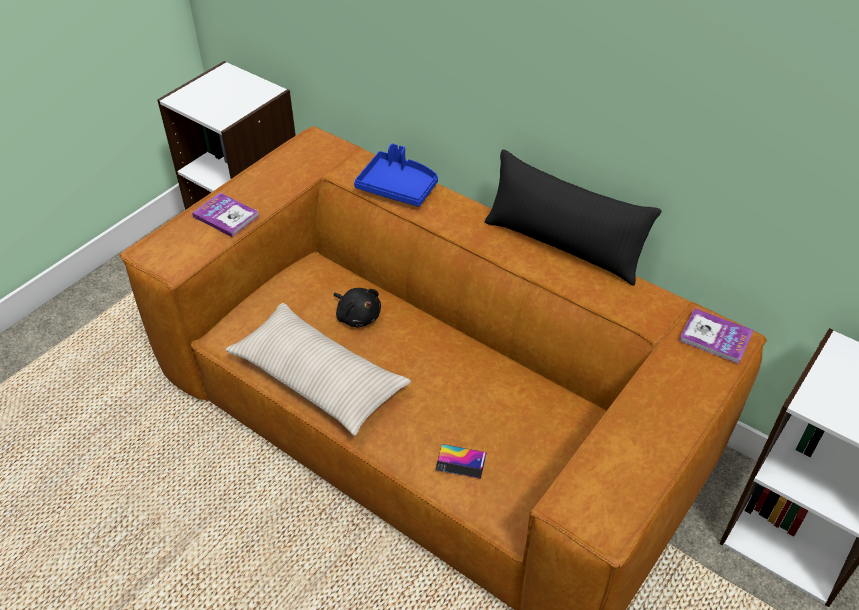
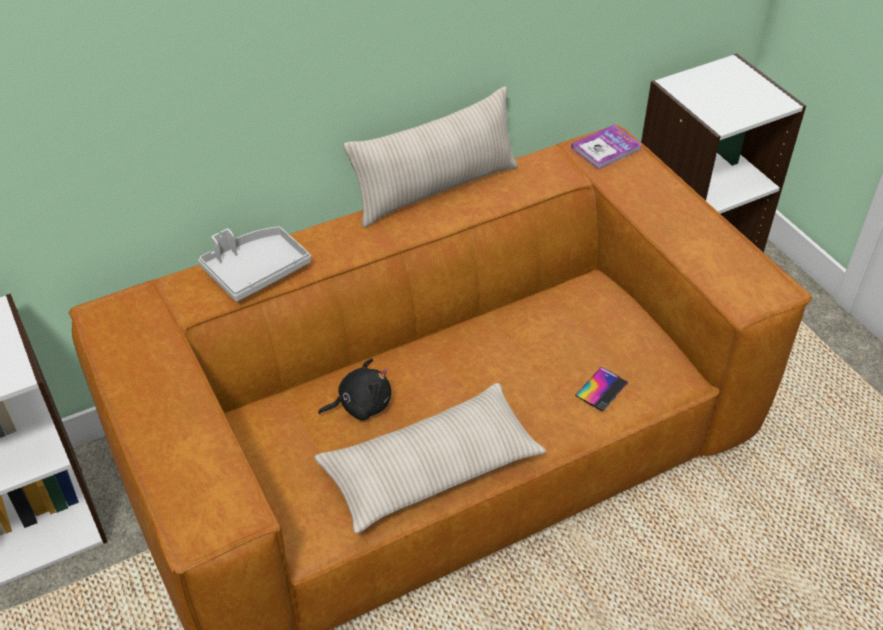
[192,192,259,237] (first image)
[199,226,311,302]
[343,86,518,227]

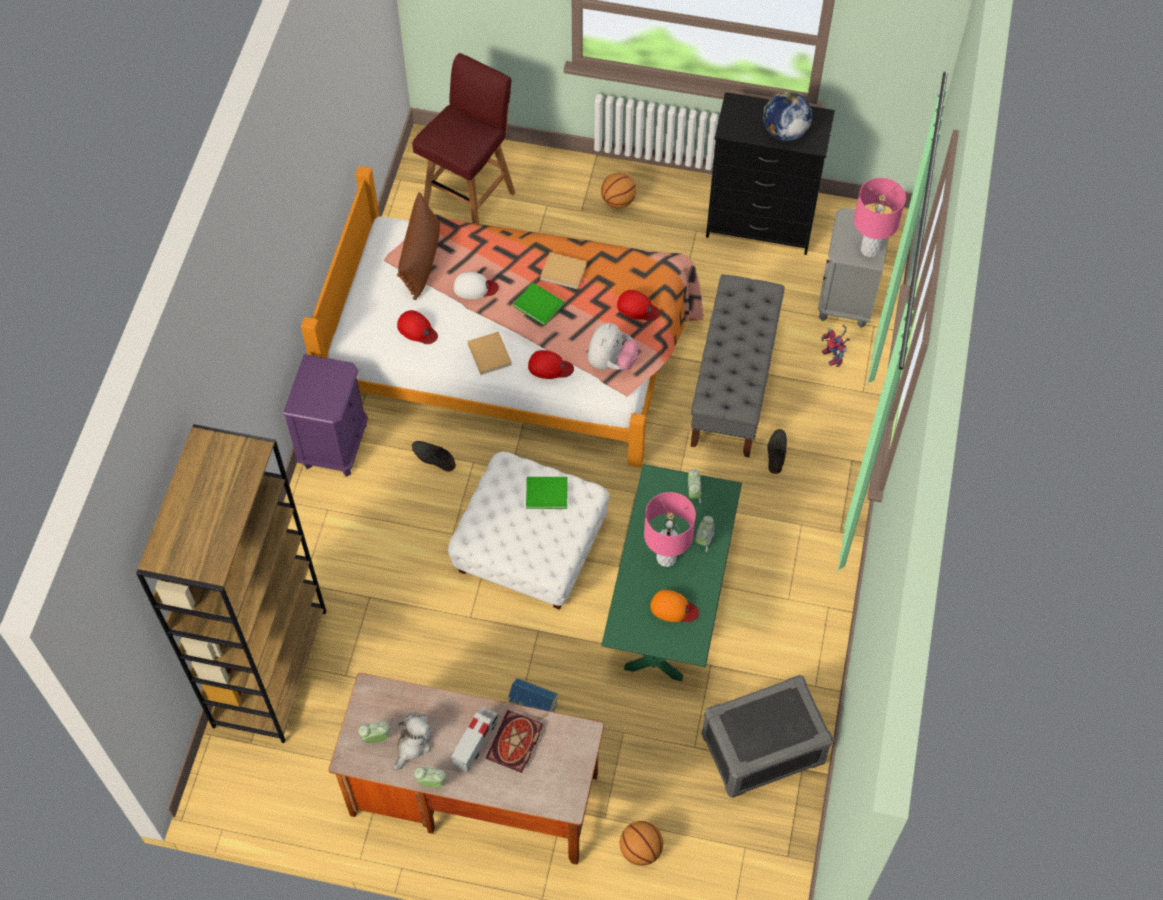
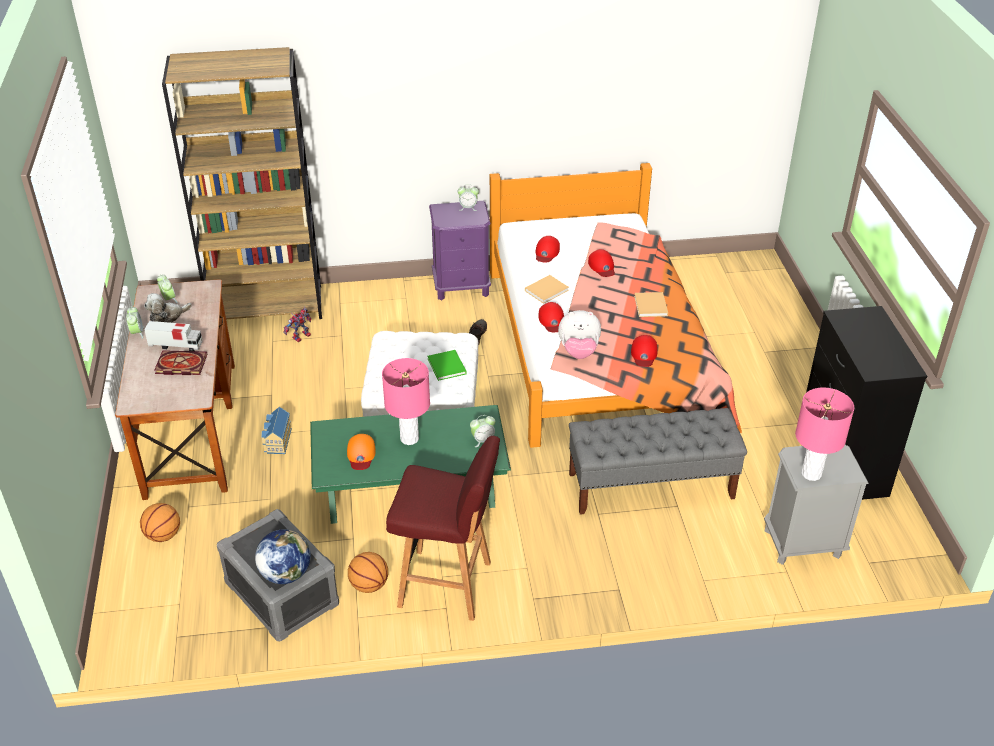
[397,193,440,300] (first image)
[513,283,564,326] (first image)
[767,429,787,474] (first image)
[386,436,500,621]
[348,552,388,593]
[457,184,479,211]
[255,529,311,584]
[283,306,311,342]
[588,249,615,277]
[144,293,192,323]

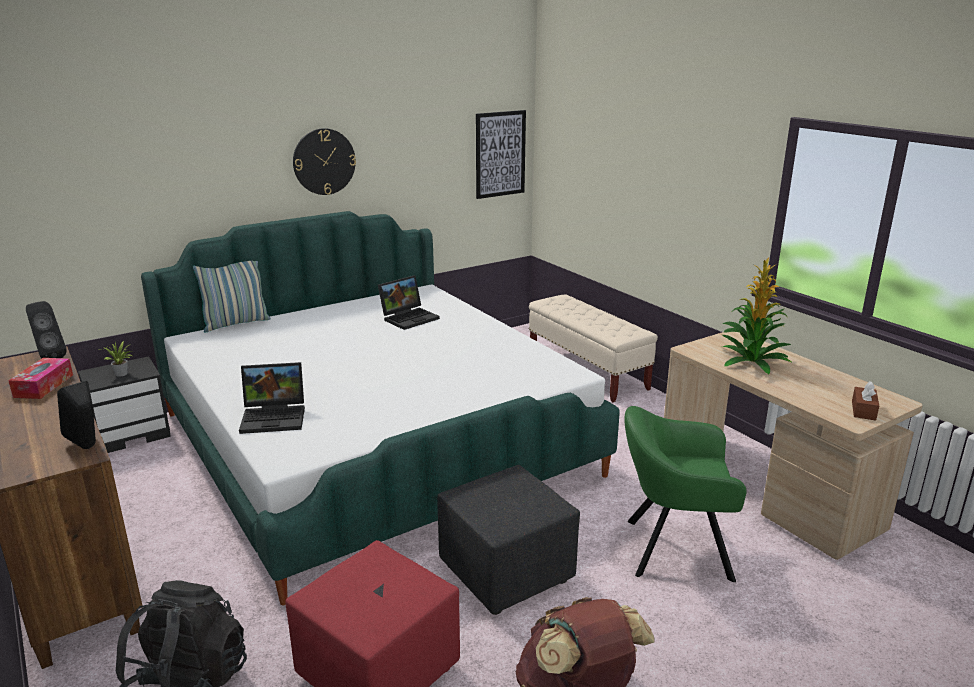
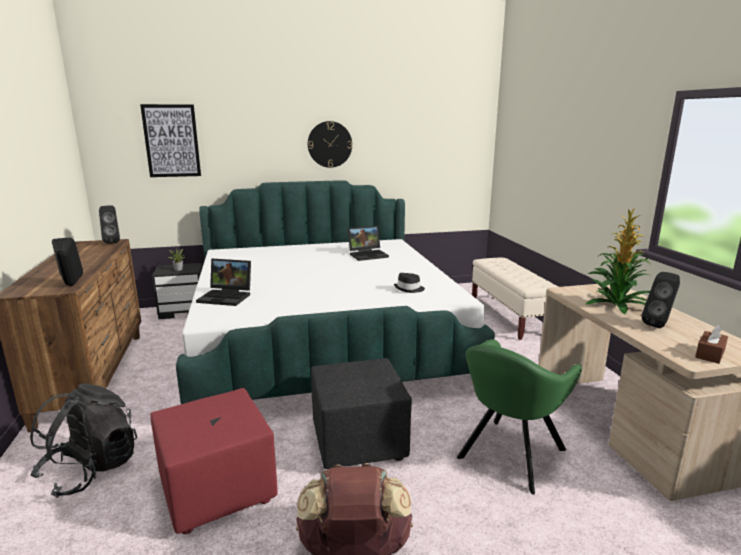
[8,358,73,399] (first image)
[193,261,271,333] (first image)
[394,273,425,293]
[642,272,680,328]
[140,104,201,177]
[457,339,582,494]

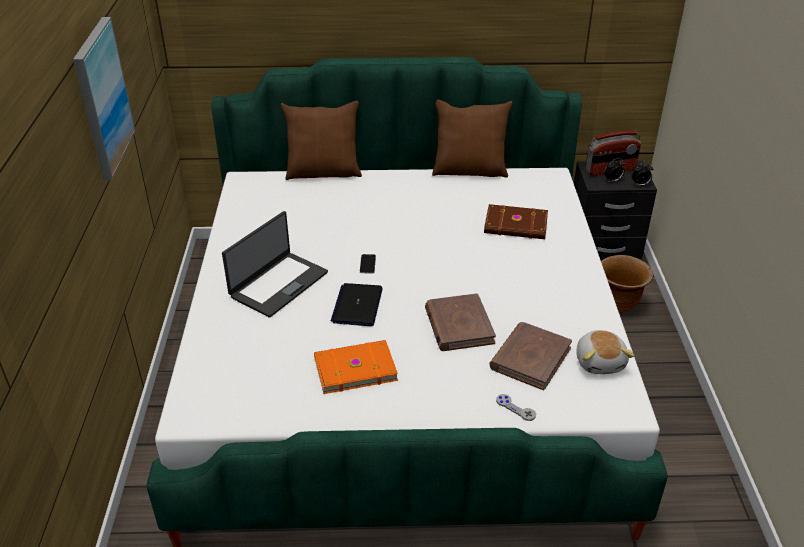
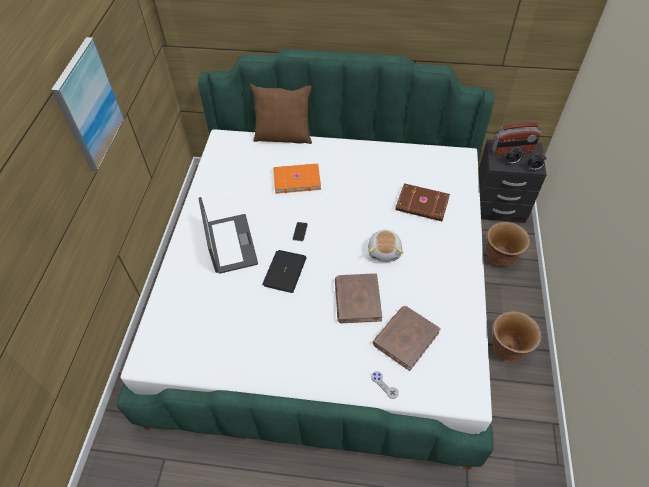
[432,100,513,177] (first image)
[492,311,542,361]
[273,164,321,194]
[368,229,403,262]
[199,197,258,274]

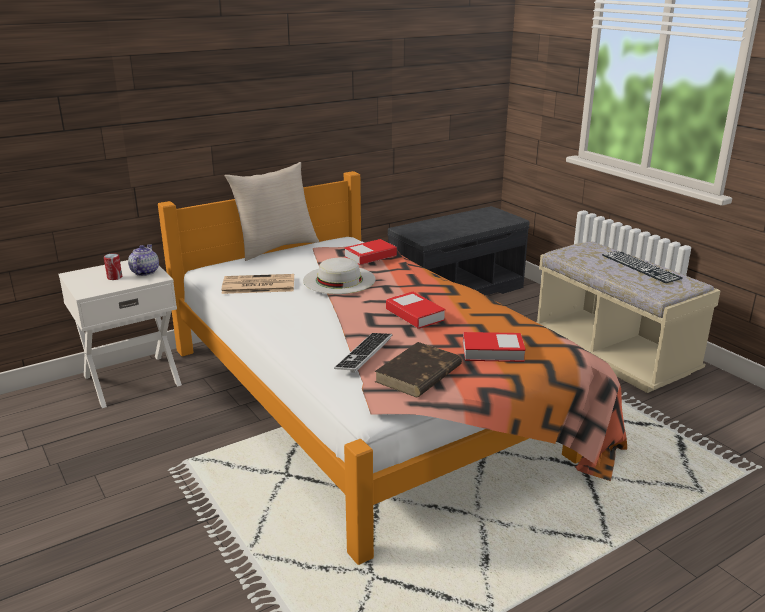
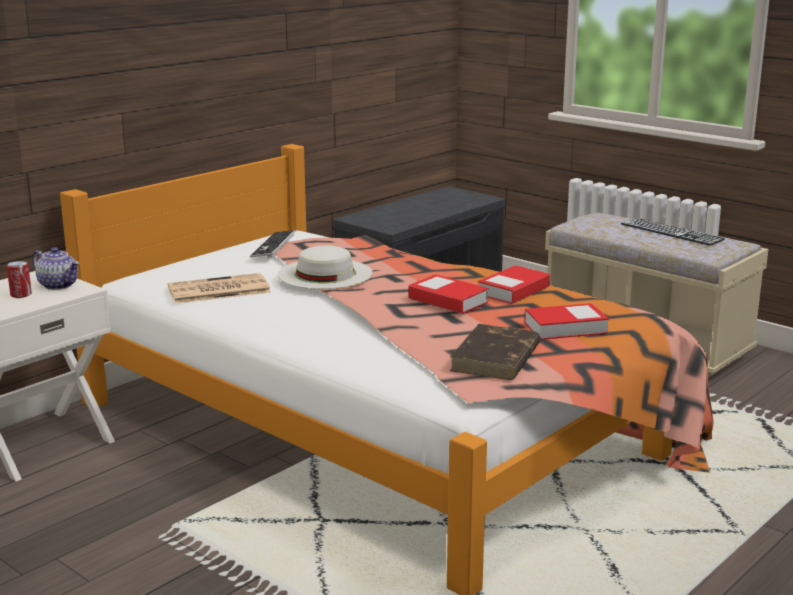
[225,162,319,261] (first image)
[250,230,296,258]
[478,265,550,304]
[32,247,79,290]

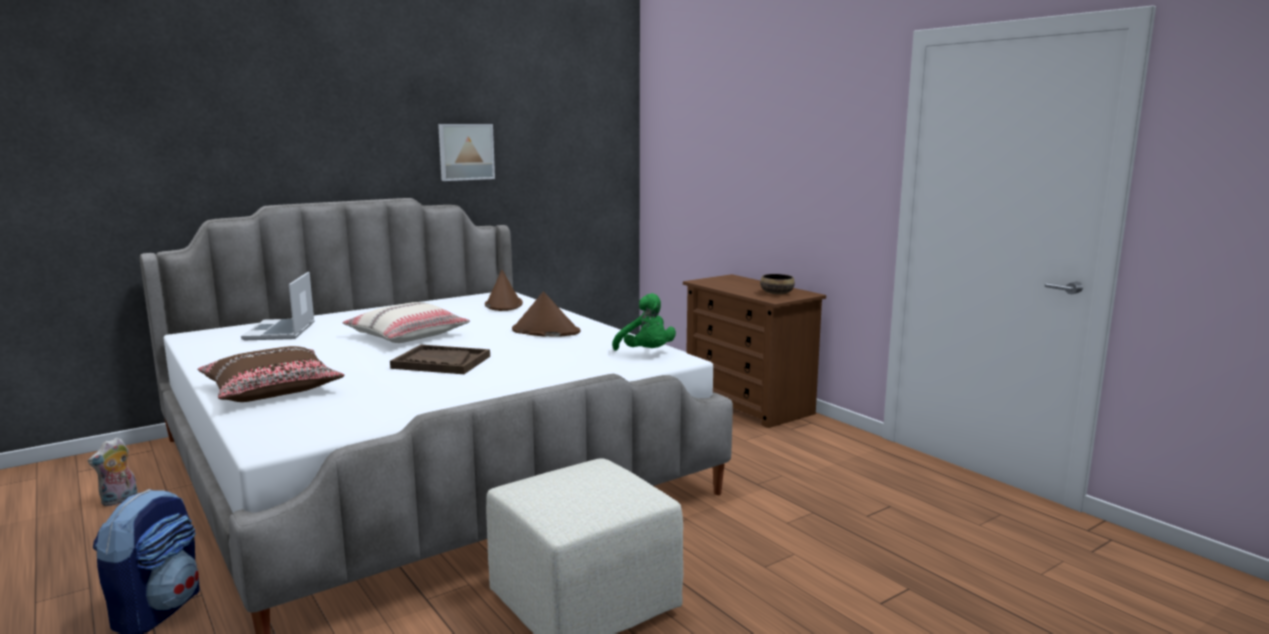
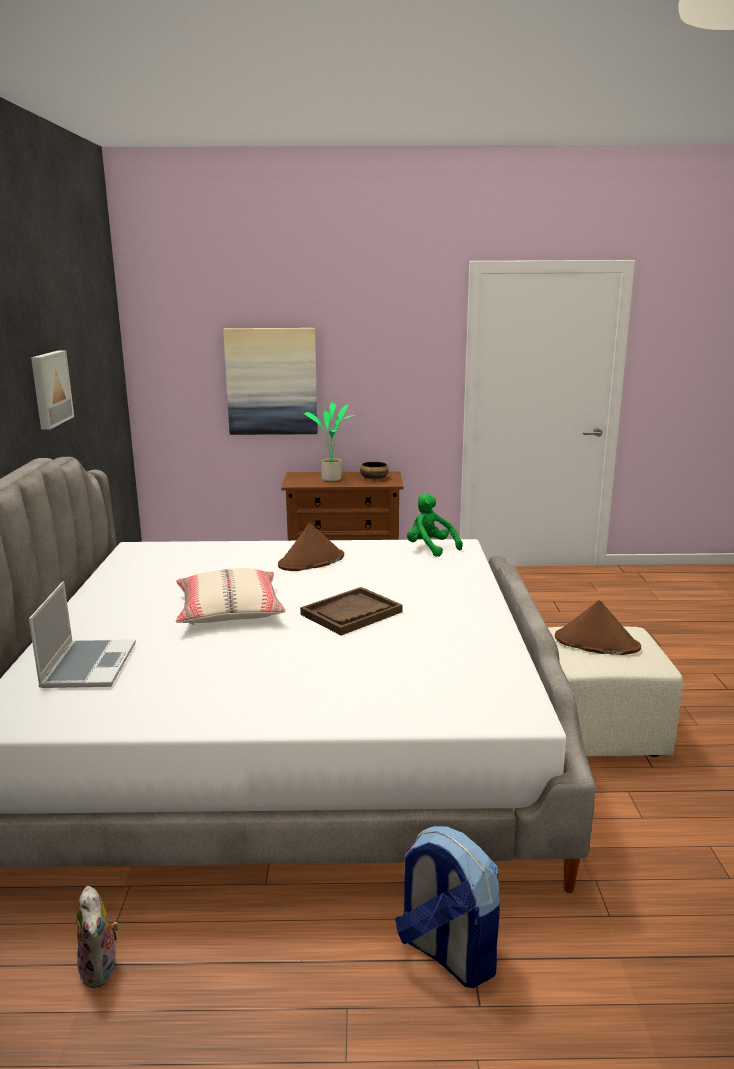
[198,346,345,402] (first image)
[223,328,318,435]
[304,402,356,481]
[555,600,641,655]
[29,581,136,688]
[407,493,463,557]

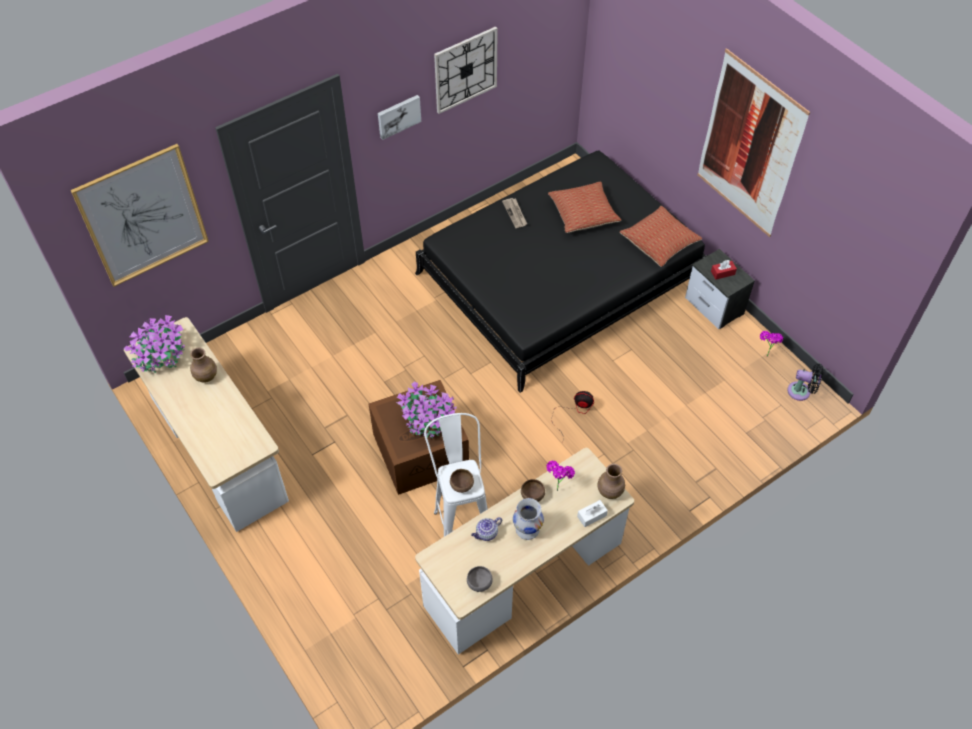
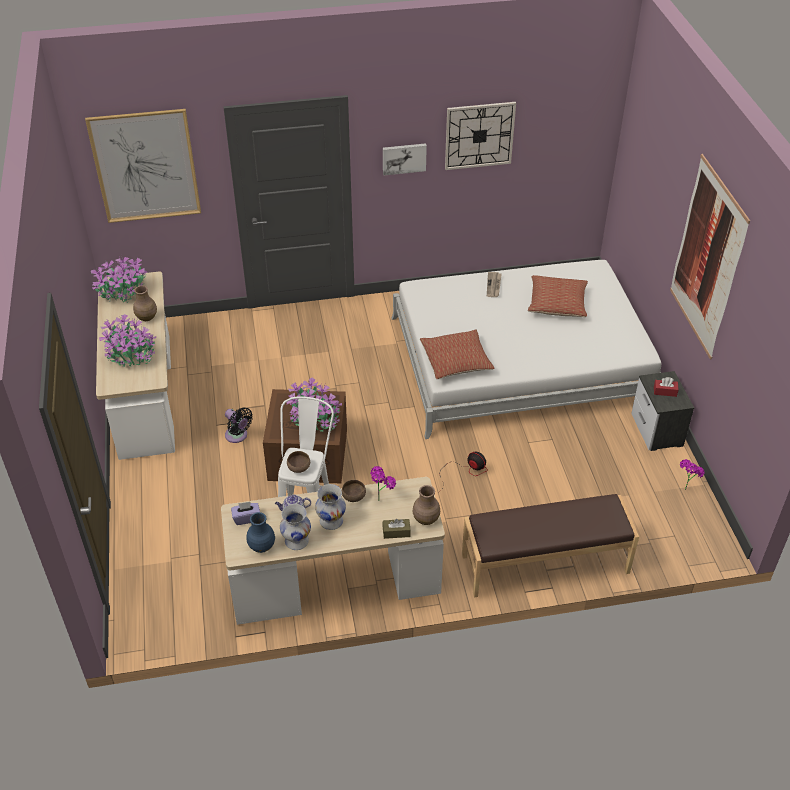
[99,314,156,367]
[231,502,260,525]
[280,504,311,550]
[462,494,639,598]
[420,330,495,379]
[225,407,253,443]
[247,512,275,553]
[391,260,661,439]
[382,519,410,539]

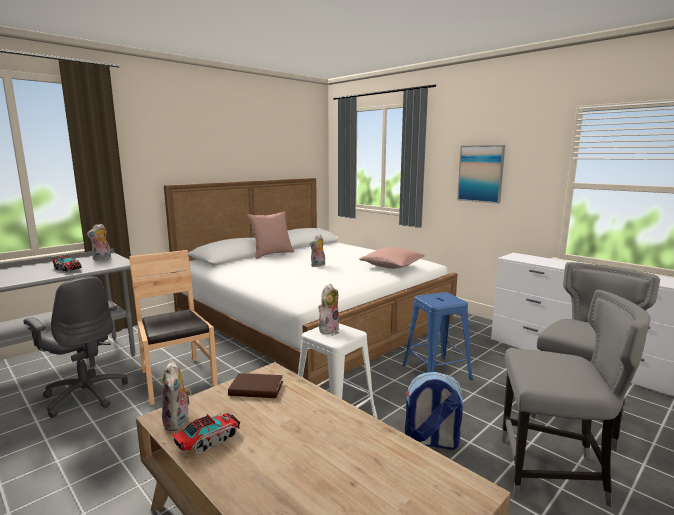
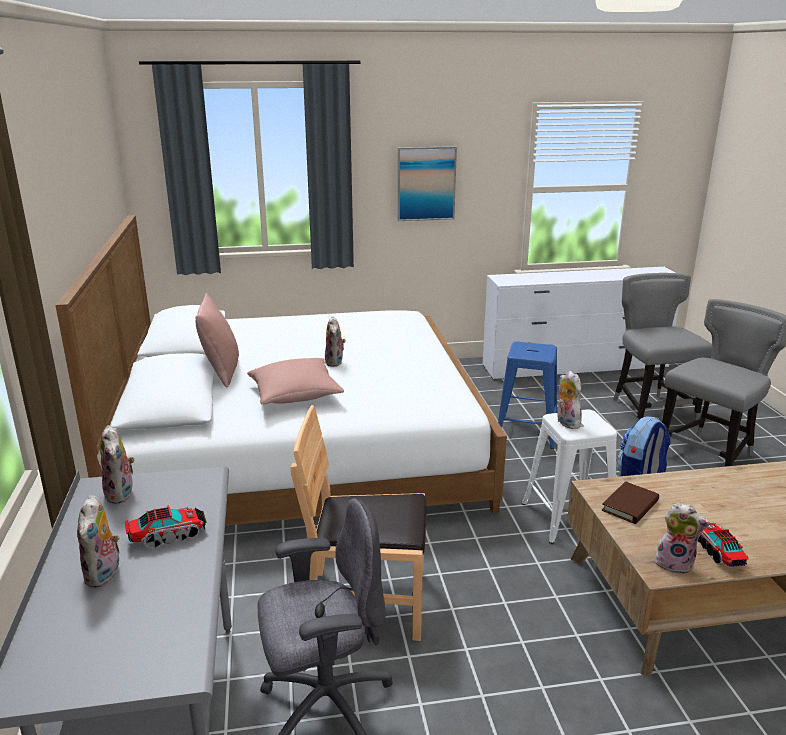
[77,495,120,588]
[247,358,344,405]

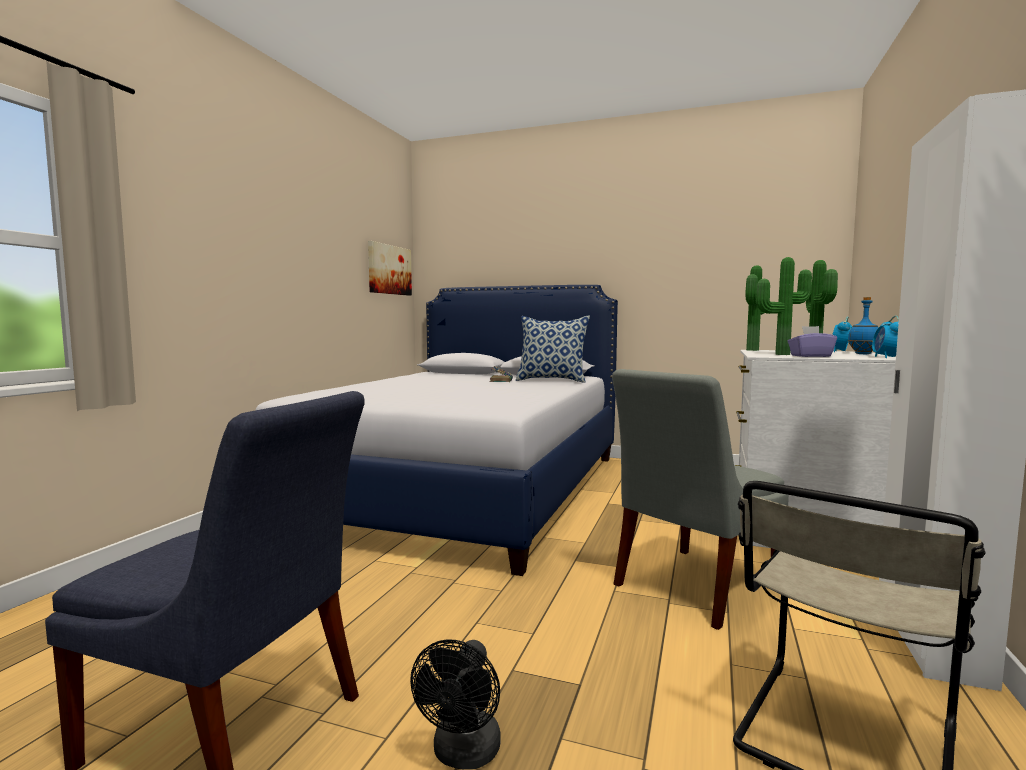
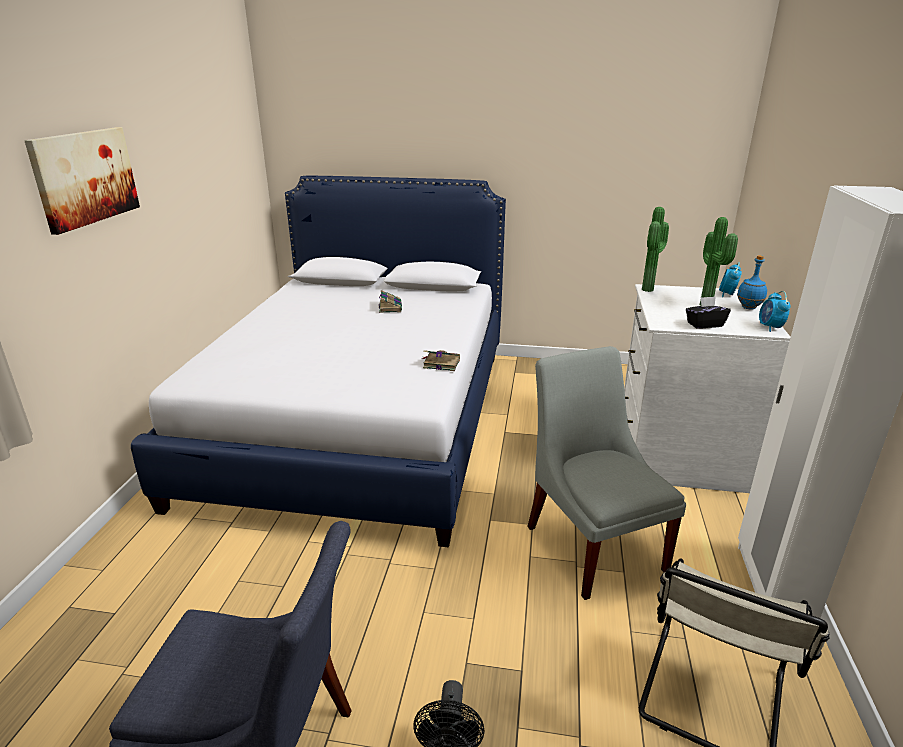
[516,315,590,383] (first image)
[756,257,812,355] (first image)
[421,350,460,371]
[24,127,140,235]
[686,296,731,329]
[527,346,686,600]

